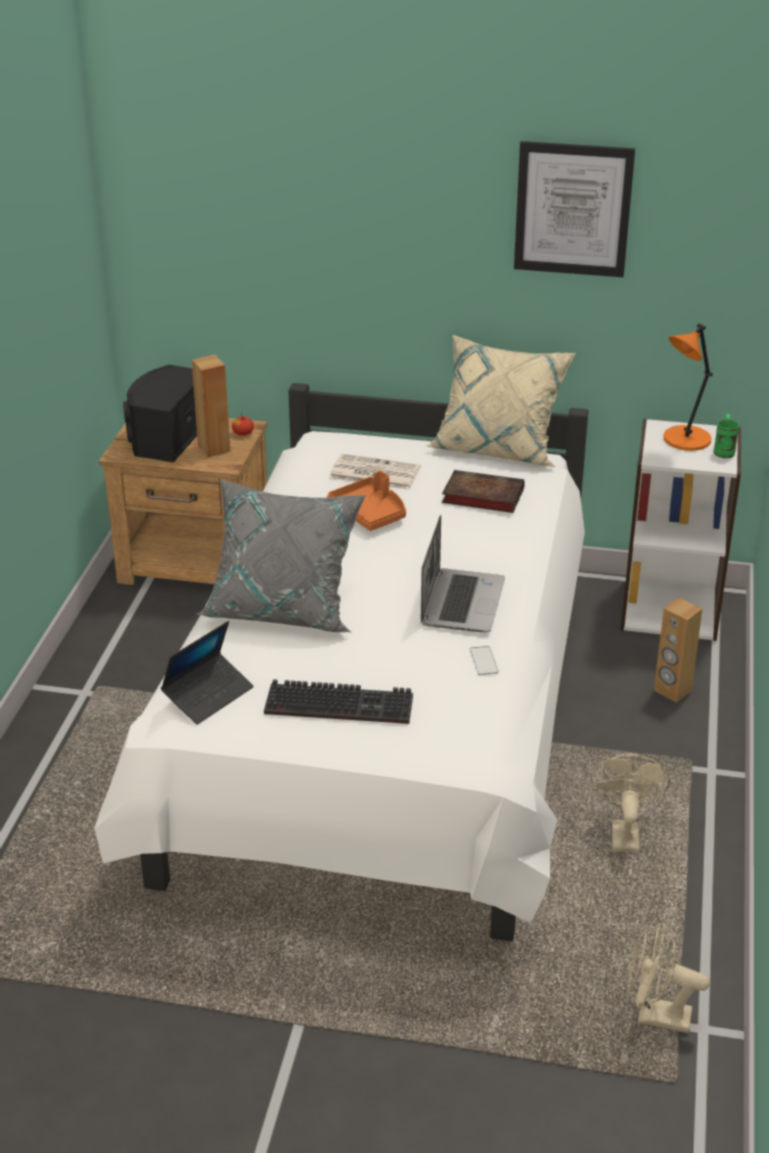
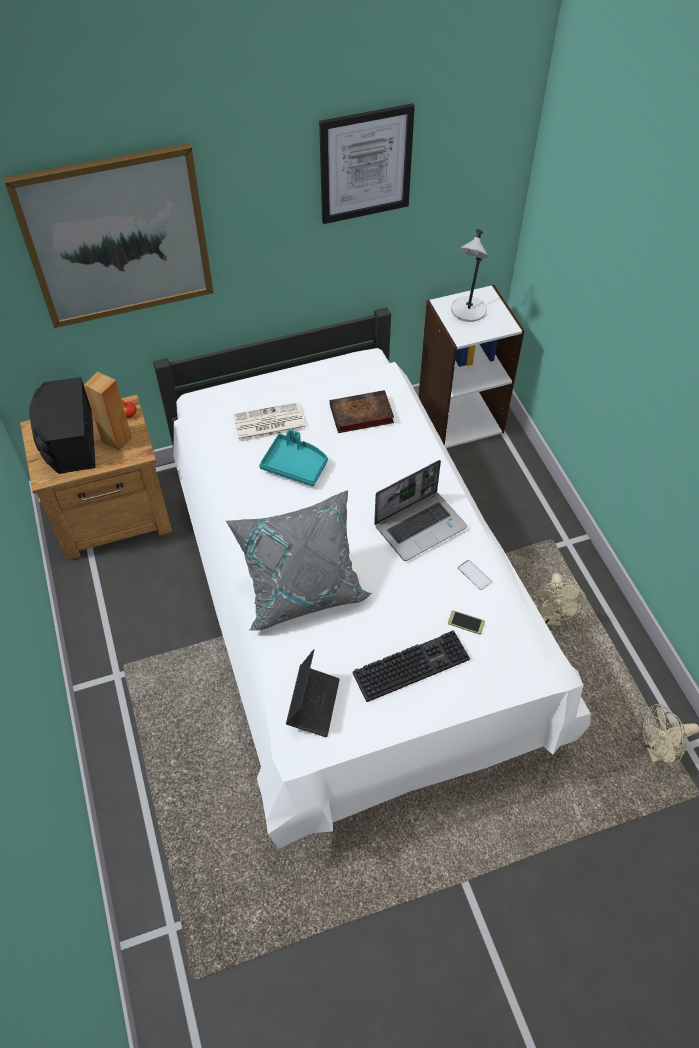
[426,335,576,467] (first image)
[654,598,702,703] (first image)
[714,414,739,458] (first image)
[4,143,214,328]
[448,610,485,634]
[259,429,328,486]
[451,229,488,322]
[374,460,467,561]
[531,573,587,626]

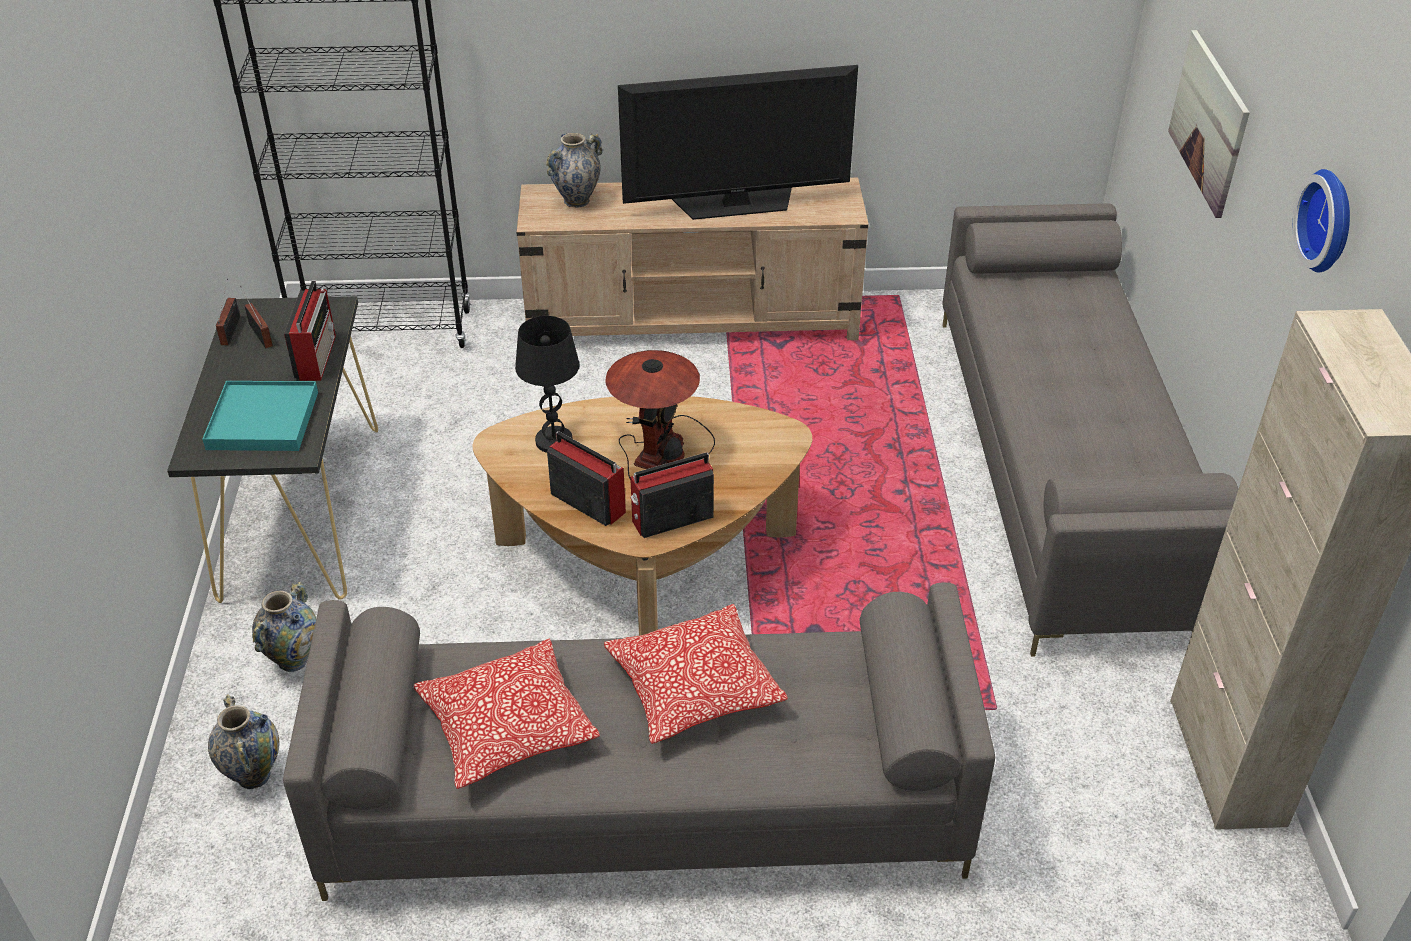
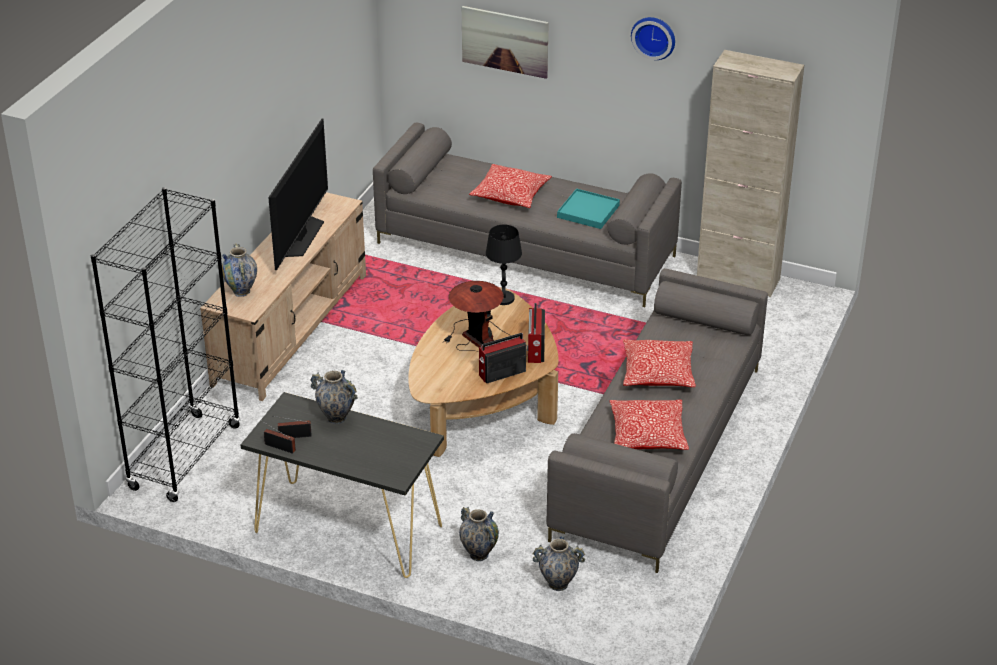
[469,164,552,208]
[557,188,620,229]
[486,225,522,305]
[310,370,358,424]

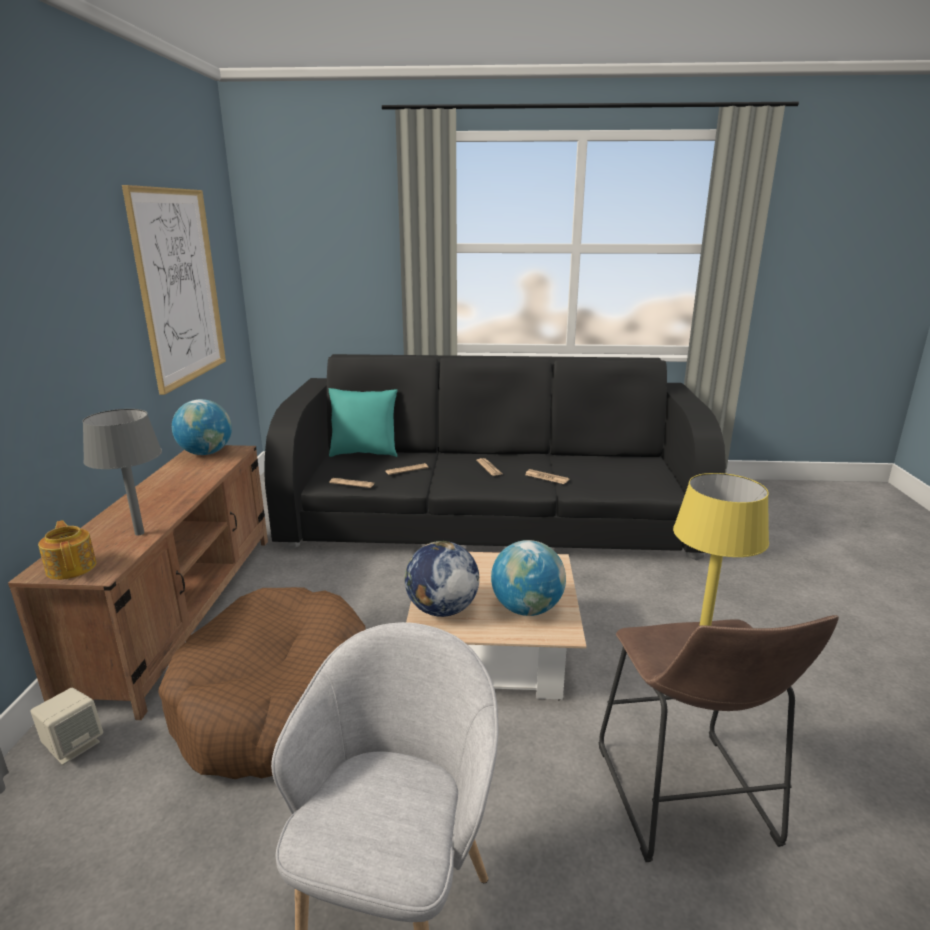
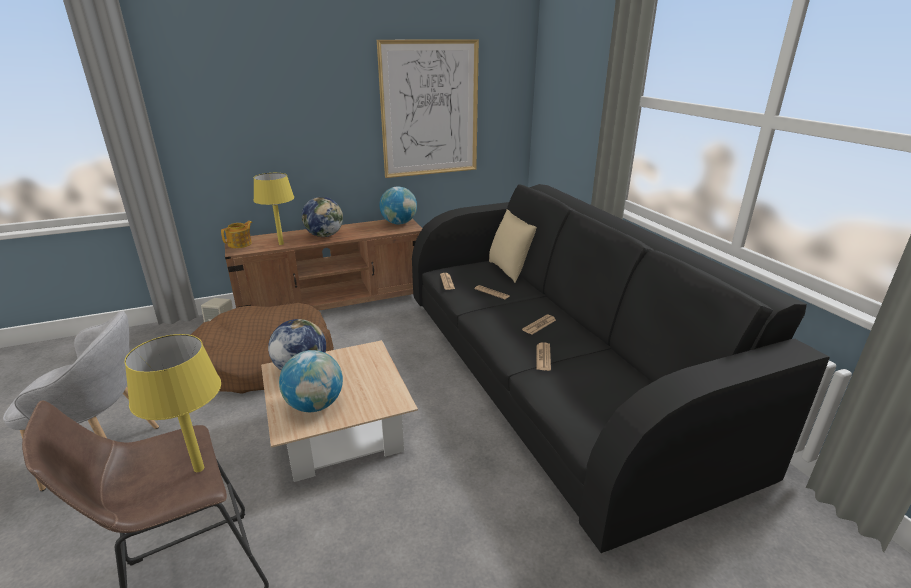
[302,197,343,237]
[253,173,294,245]
[489,209,537,283]

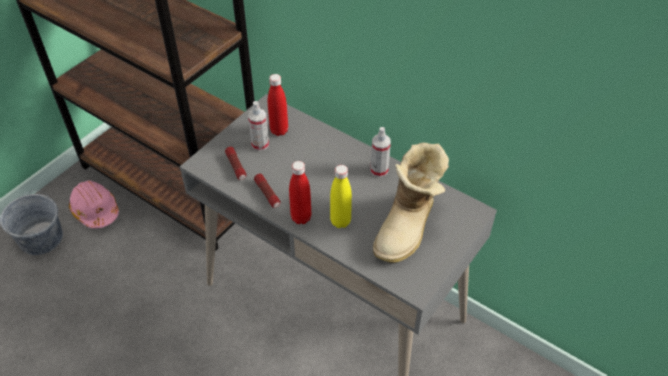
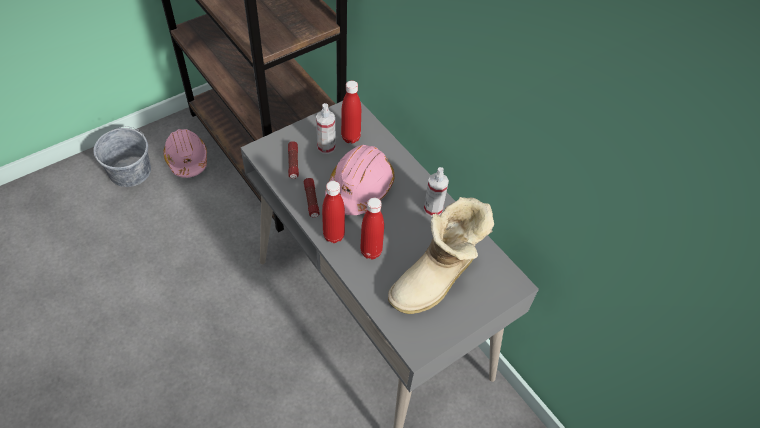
[325,145,395,215]
[360,198,384,259]

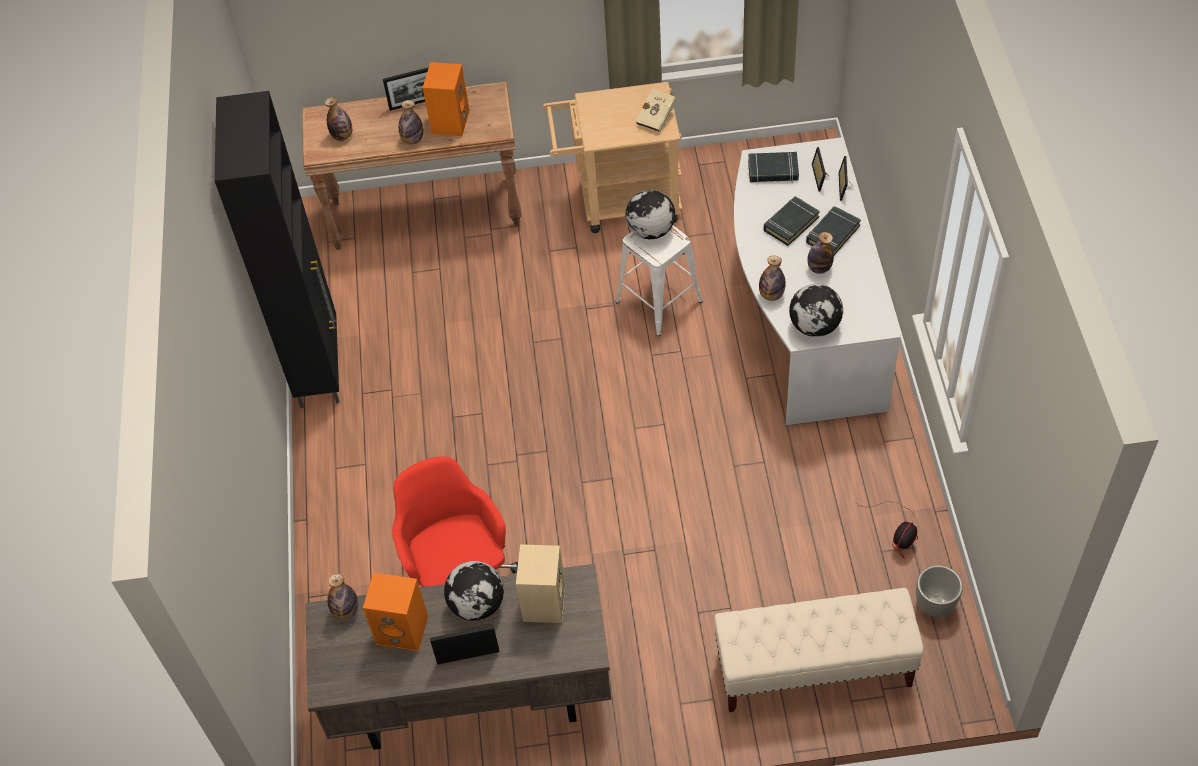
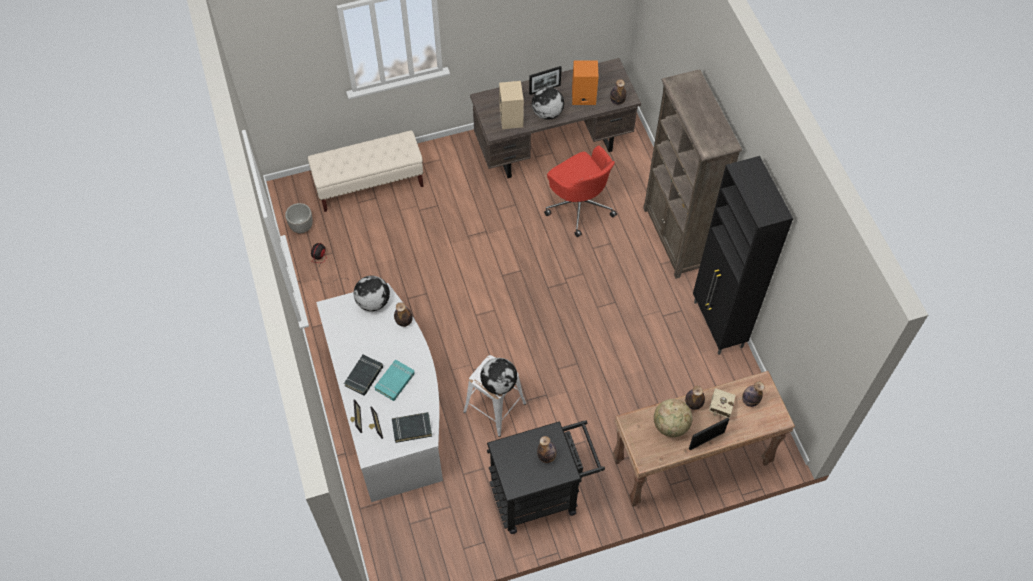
[643,69,742,279]
[709,389,736,418]
[537,436,557,463]
[654,399,692,437]
[487,420,605,534]
[374,359,415,401]

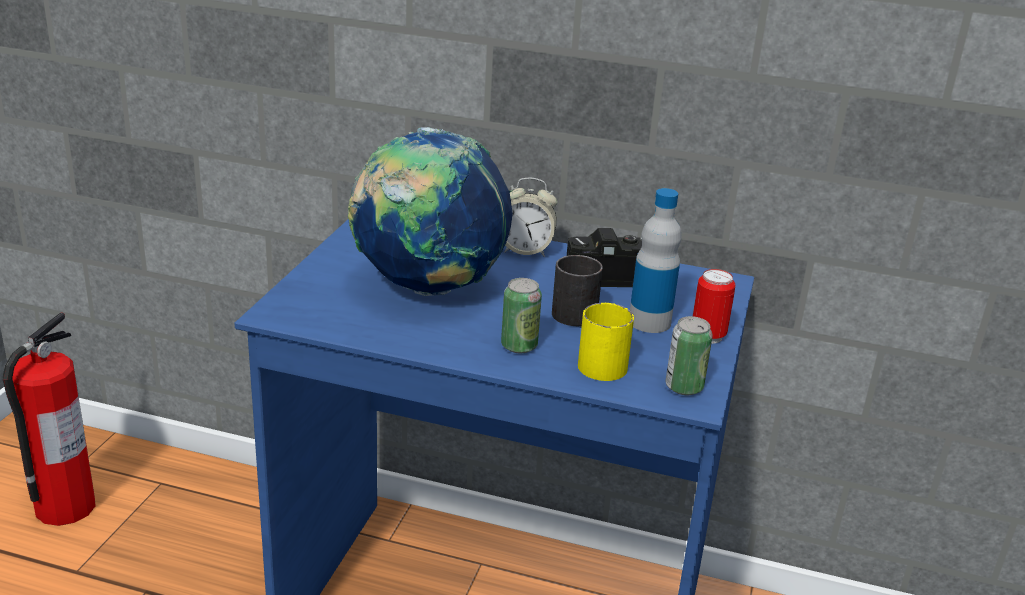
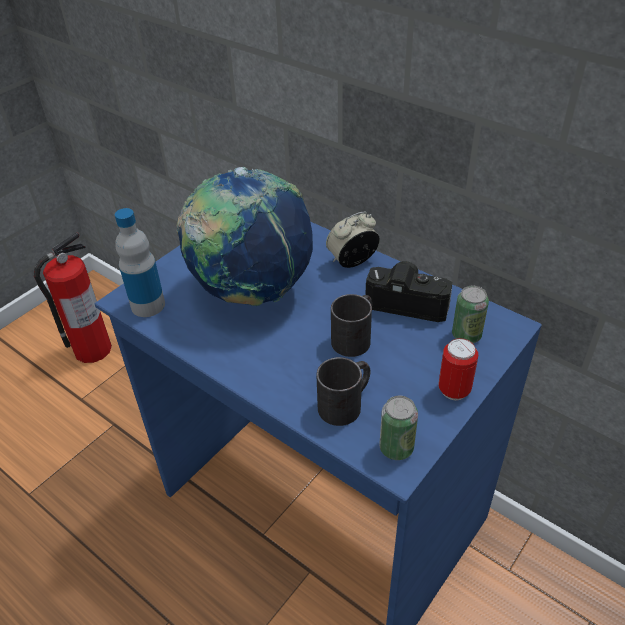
[452,286,489,343]
[115,208,165,317]
[316,357,371,426]
[326,211,380,268]

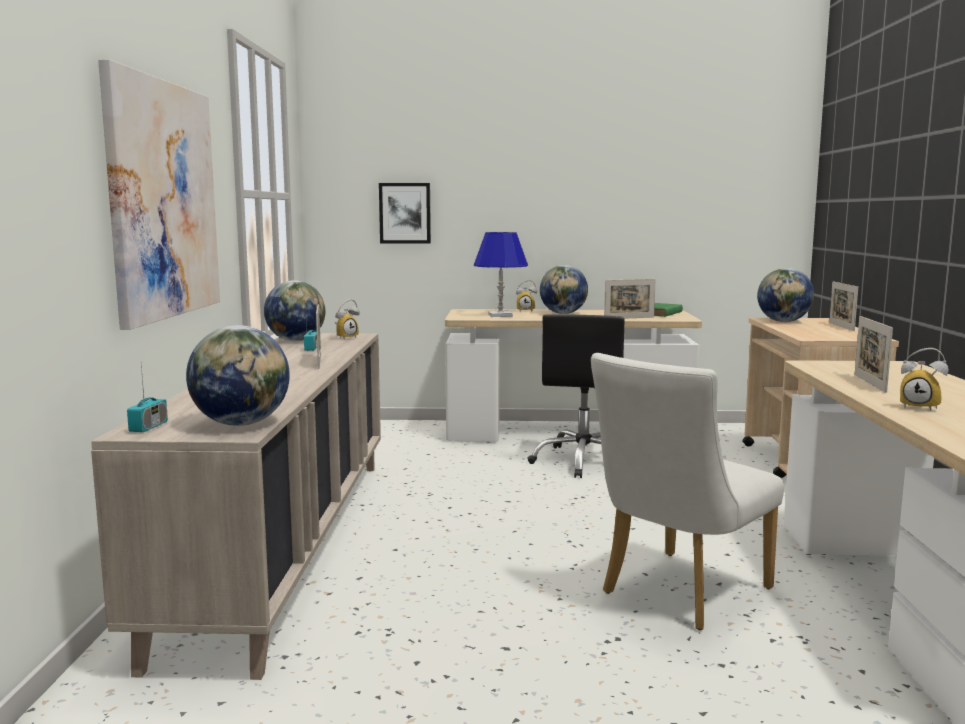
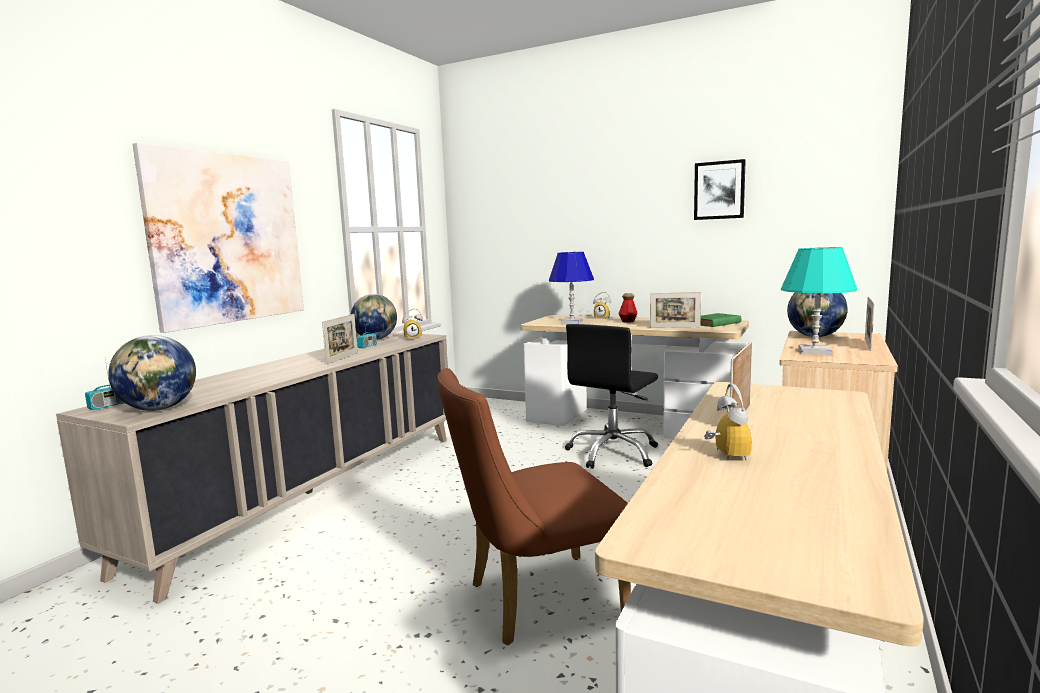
[781,247,857,355]
[694,159,746,220]
[618,293,638,323]
[437,368,631,646]
[704,384,752,461]

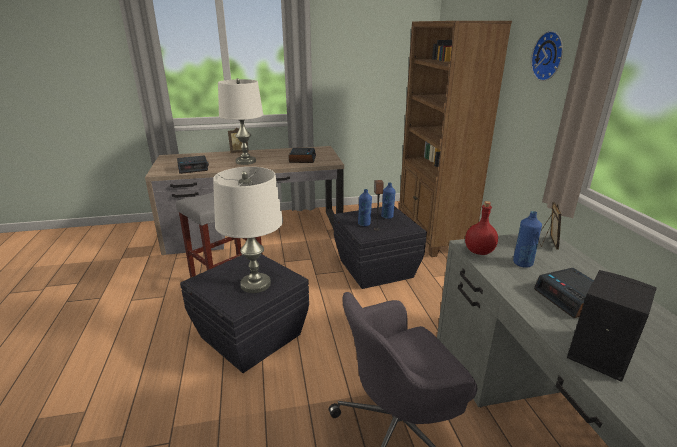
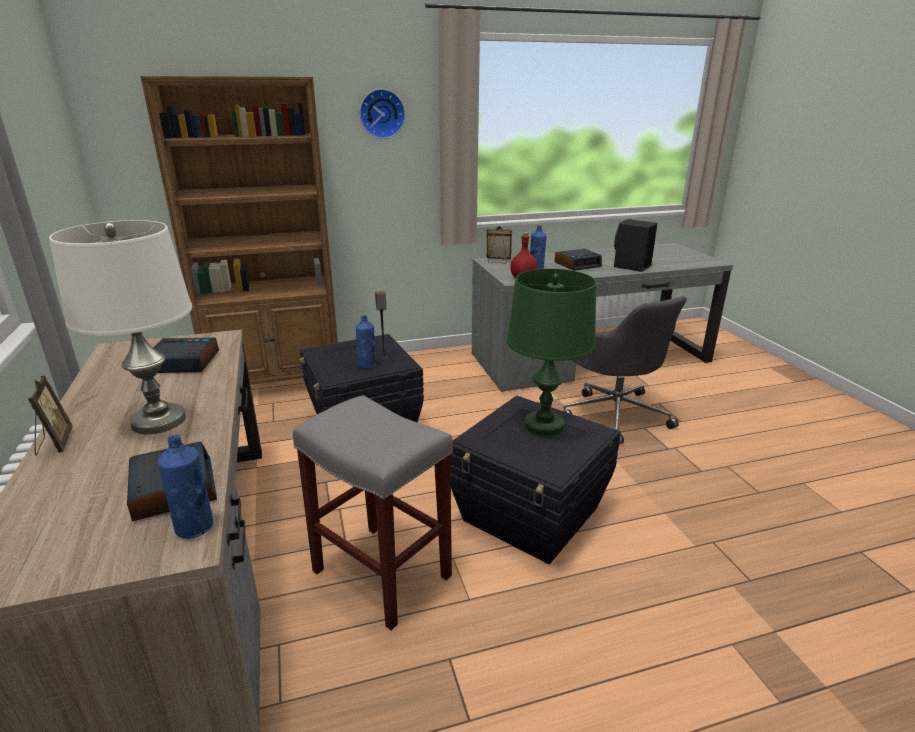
[158,434,213,539]
[507,269,596,436]

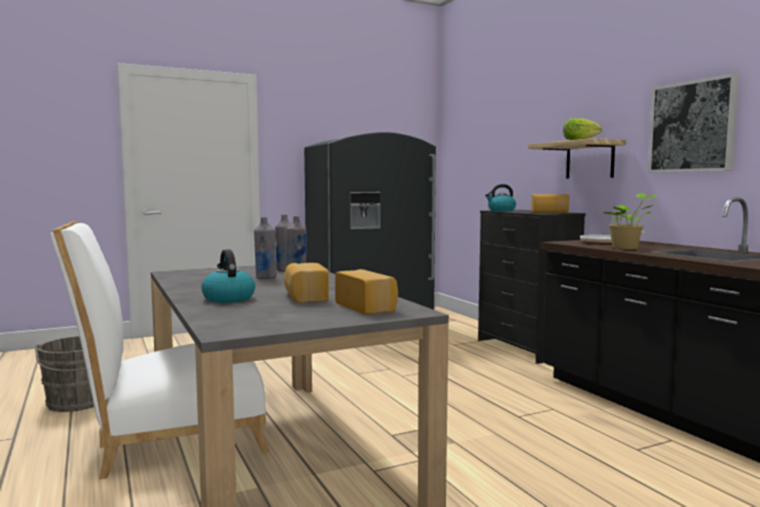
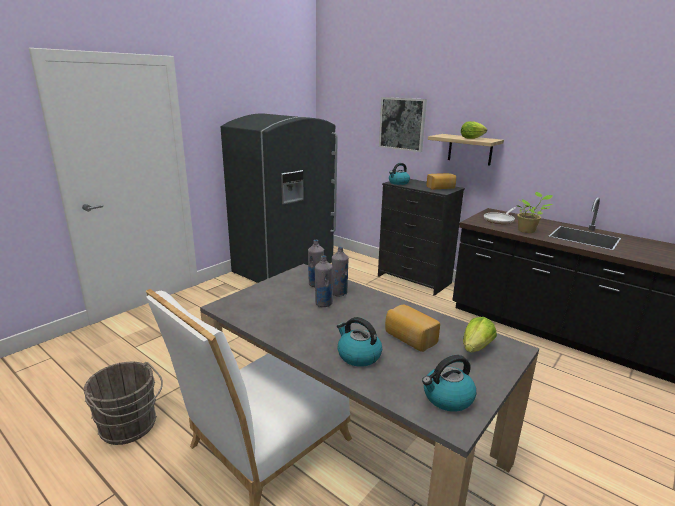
[422,355,476,411]
[379,97,427,152]
[463,317,497,352]

